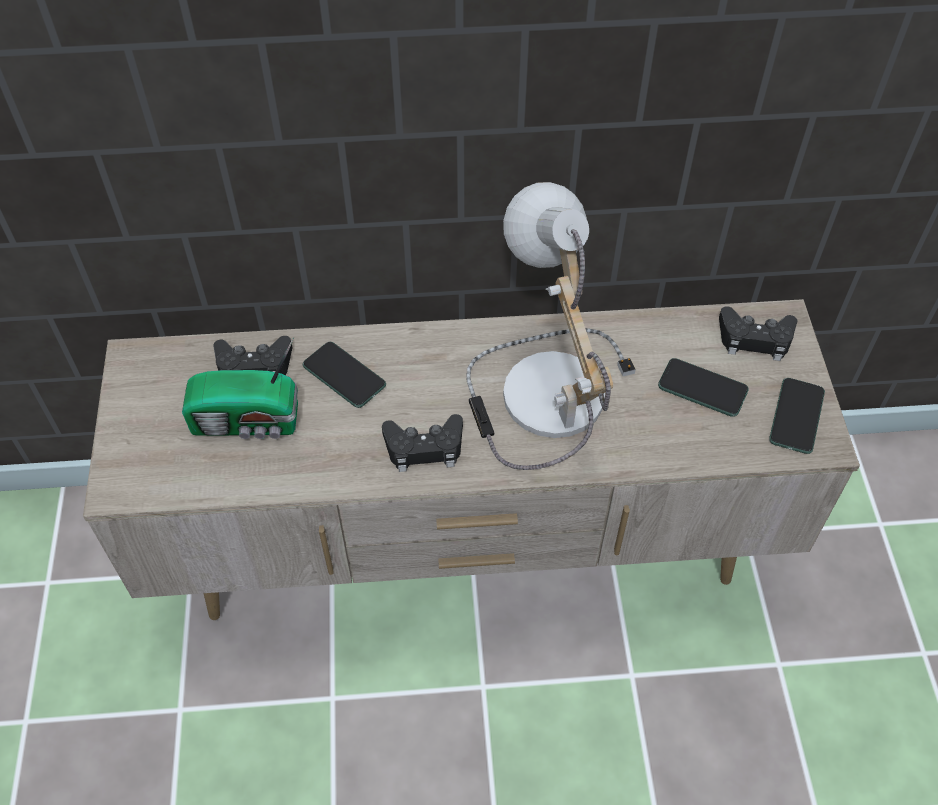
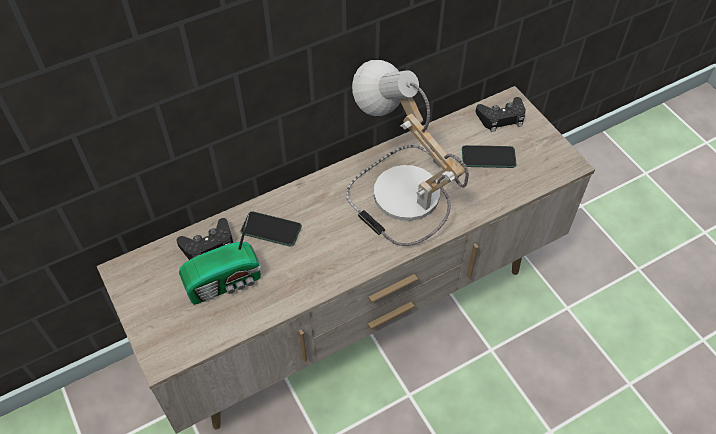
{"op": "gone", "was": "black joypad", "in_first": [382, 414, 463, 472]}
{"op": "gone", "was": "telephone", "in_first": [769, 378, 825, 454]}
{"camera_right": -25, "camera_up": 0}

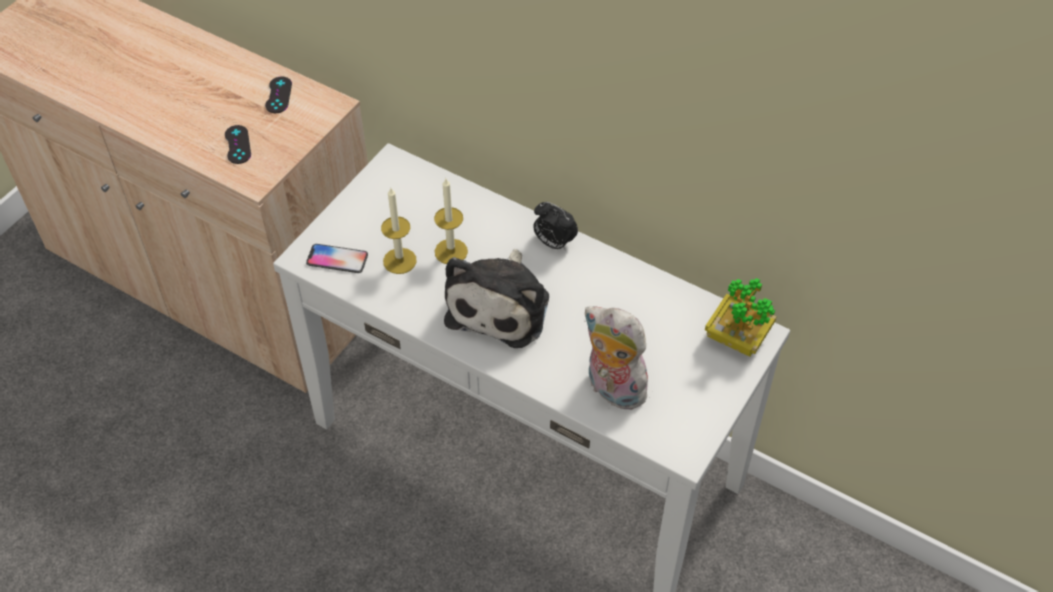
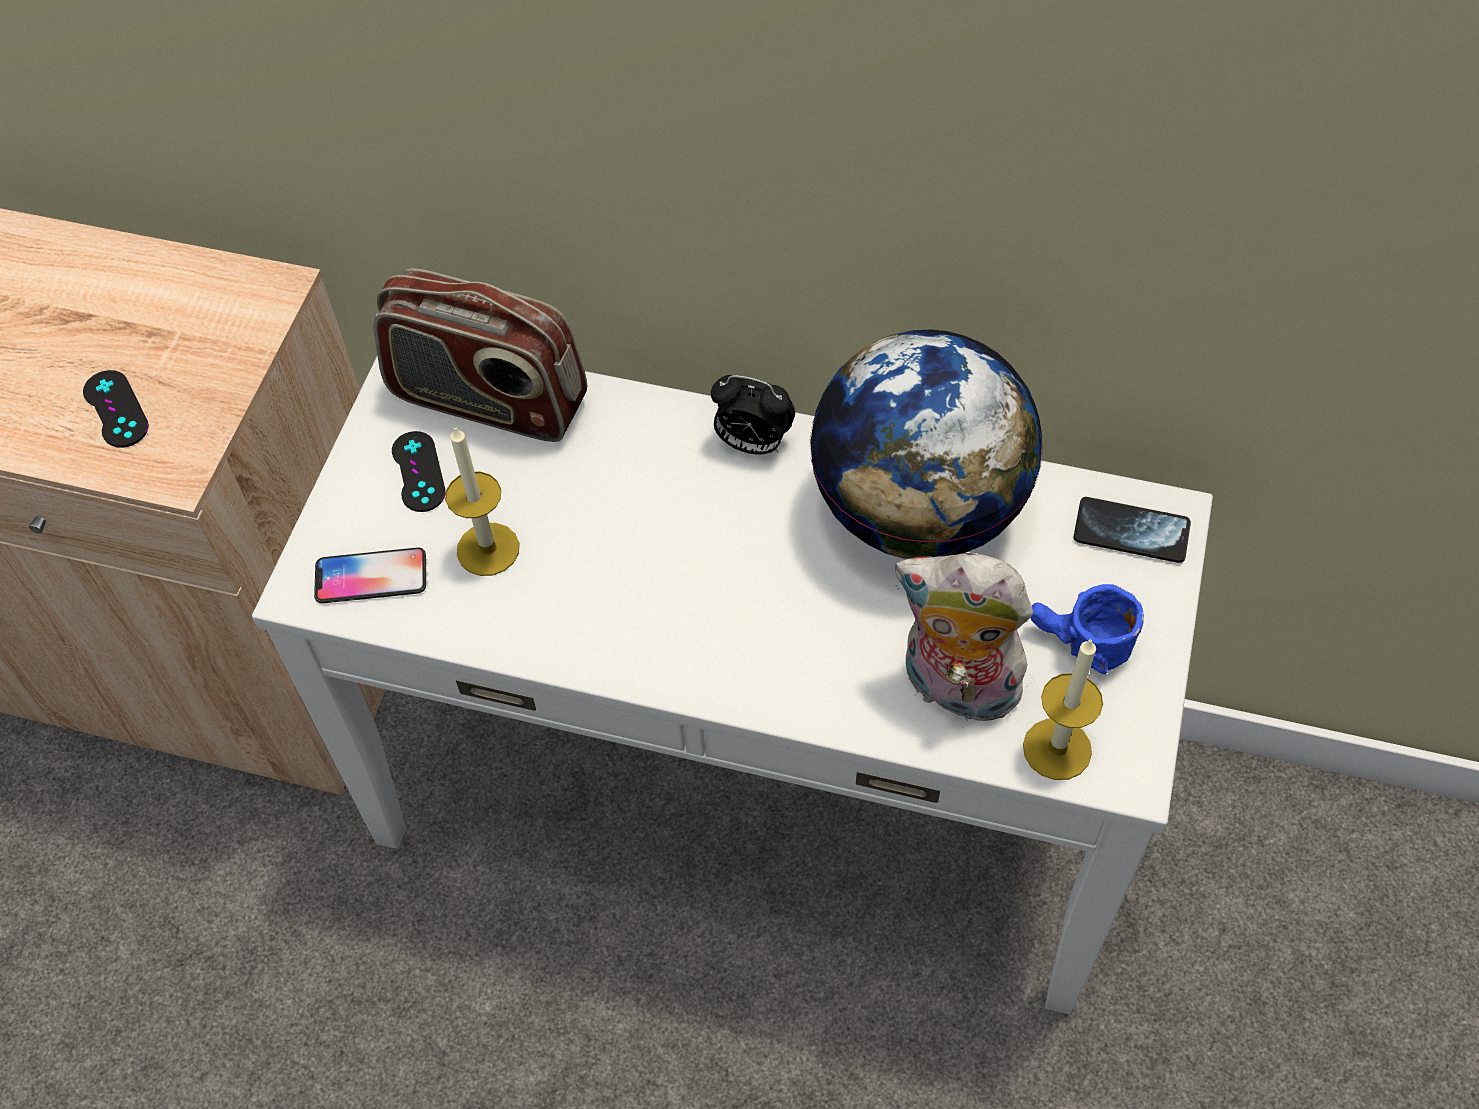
{"op": "new", "now": "radio", "in_second": [373, 268, 587, 442]}
{"op": "shifted", "was": "black joypad", "in_first": [265, 77, 292, 113], "in_second": [392, 431, 446, 512]}
{"op": "new", "now": "globe", "in_second": [809, 329, 1043, 559]}
{"op": "shifted", "was": "wax candle", "in_first": [434, 179, 468, 264], "in_second": [1023, 638, 1103, 780]}
{"op": "new", "now": "blue-coloured coffee mug", "in_second": [1031, 584, 1144, 674]}
{"op": "swapped", "was": "potted plant", "now": "telephone", "in_first": [705, 278, 776, 357], "in_second": [1074, 497, 1191, 563]}
{"op": "gone", "was": "plush toy", "in_first": [444, 249, 549, 348]}
{"camera_right": -15, "camera_up": 5}

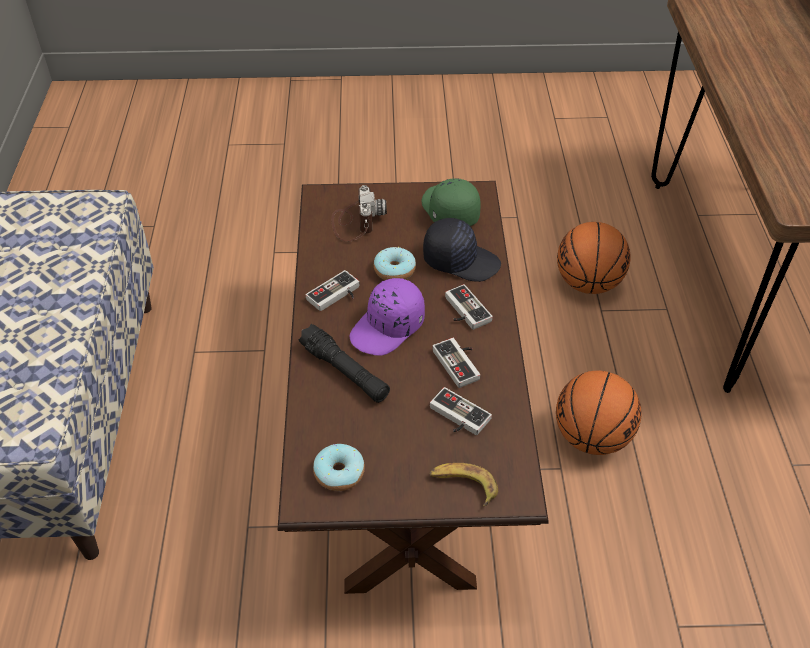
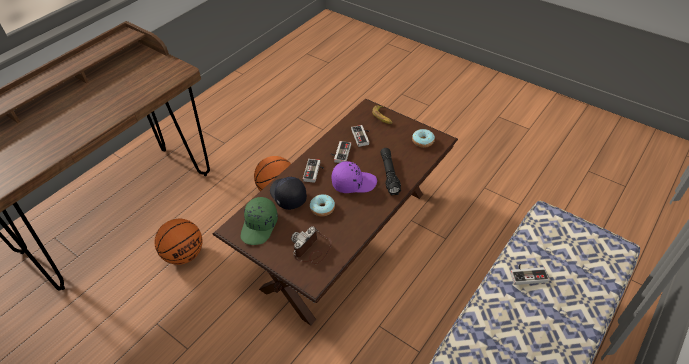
{"op": "shifted", "was": "joypad", "in_first": [306, 270, 360, 311], "in_second": [510, 264, 549, 285]}
{"camera_right": -140, "camera_up": 0}

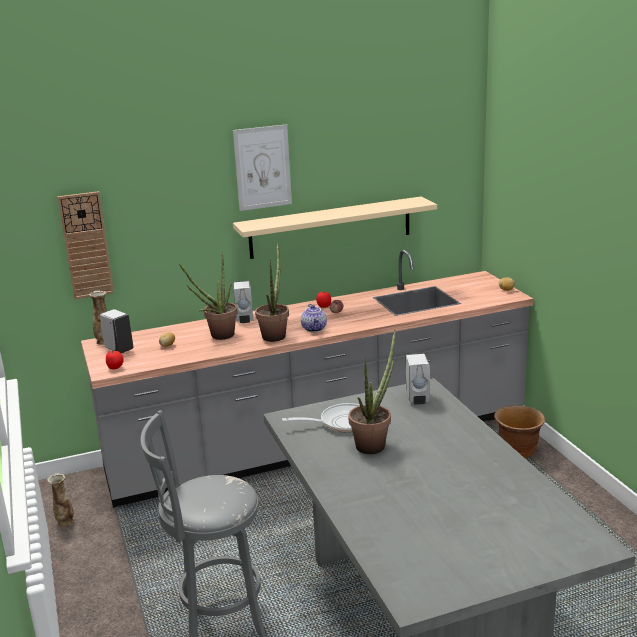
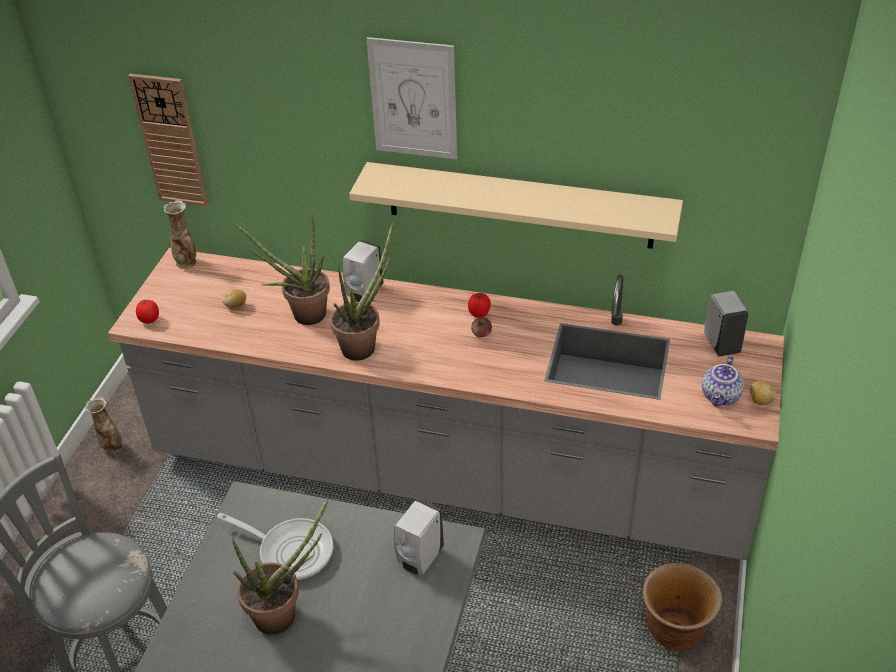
{"op": "shifted", "was": "teapot", "in_first": [301, 304, 327, 332], "in_second": [702, 355, 744, 407]}
{"op": "shifted", "was": "whitish soap bottle", "in_first": [100, 309, 133, 353], "in_second": [704, 291, 749, 356]}
{"camera_right": 35, "camera_up": 20}

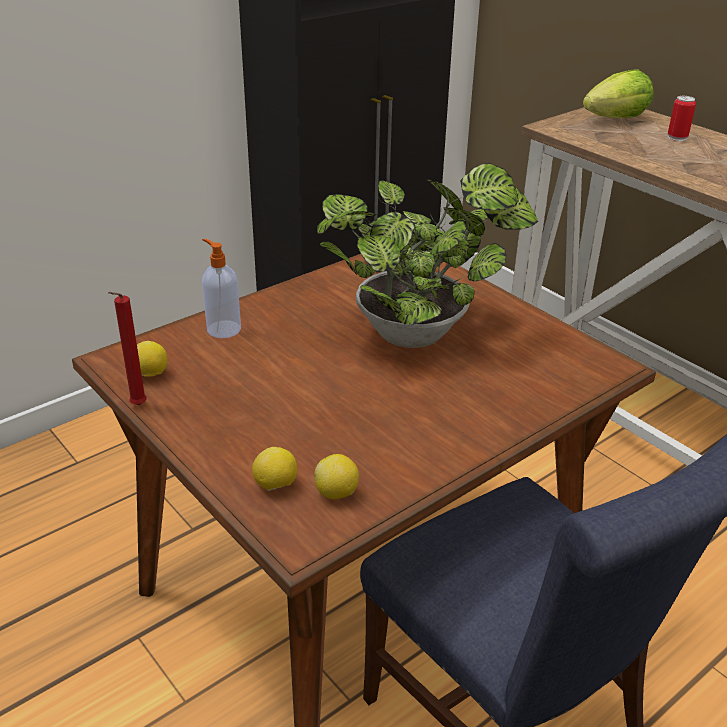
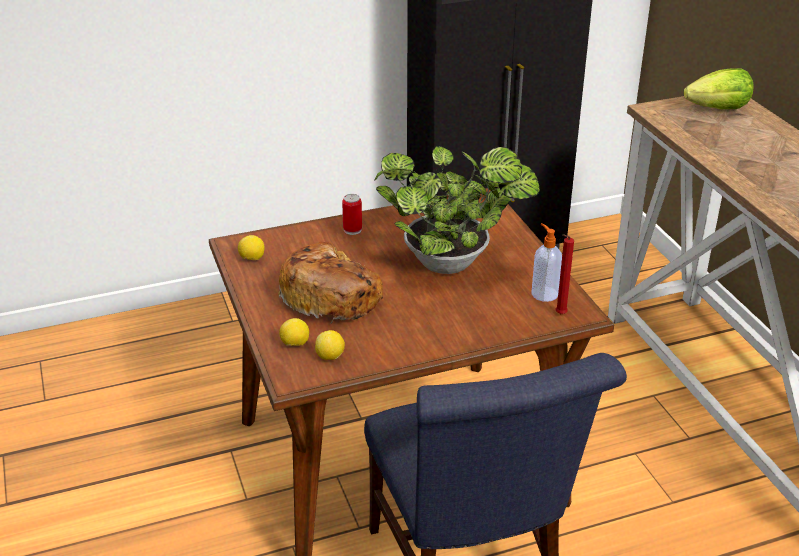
{"op": "new", "now": "bread", "in_second": [278, 242, 383, 324]}
{"op": "shifted", "was": "sealed can", "in_first": [668, 96, 696, 141], "in_second": [342, 194, 362, 235]}
{"op": "shifted", "was": "soap bottle", "in_first": [202, 239, 241, 338], "in_second": [532, 223, 562, 302]}
{"op": "shifted", "was": "red wax candle", "in_first": [108, 292, 147, 405], "in_second": [555, 234, 574, 314]}
{"camera_right": 20, "camera_up": 0}

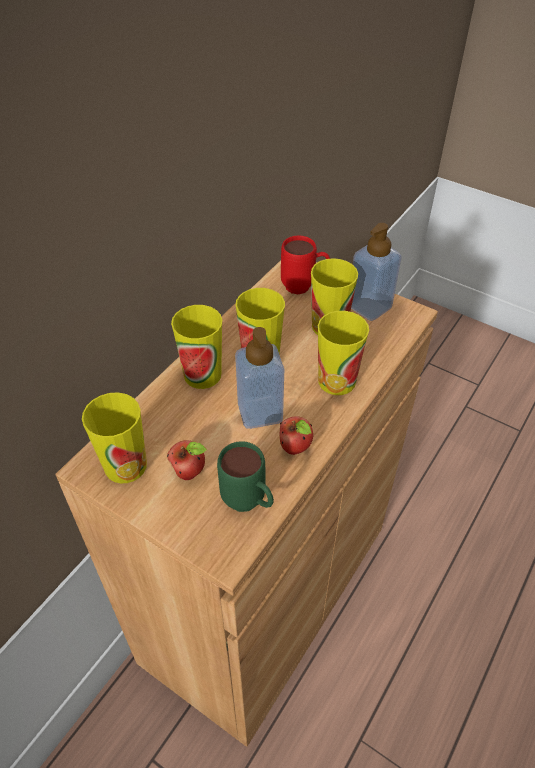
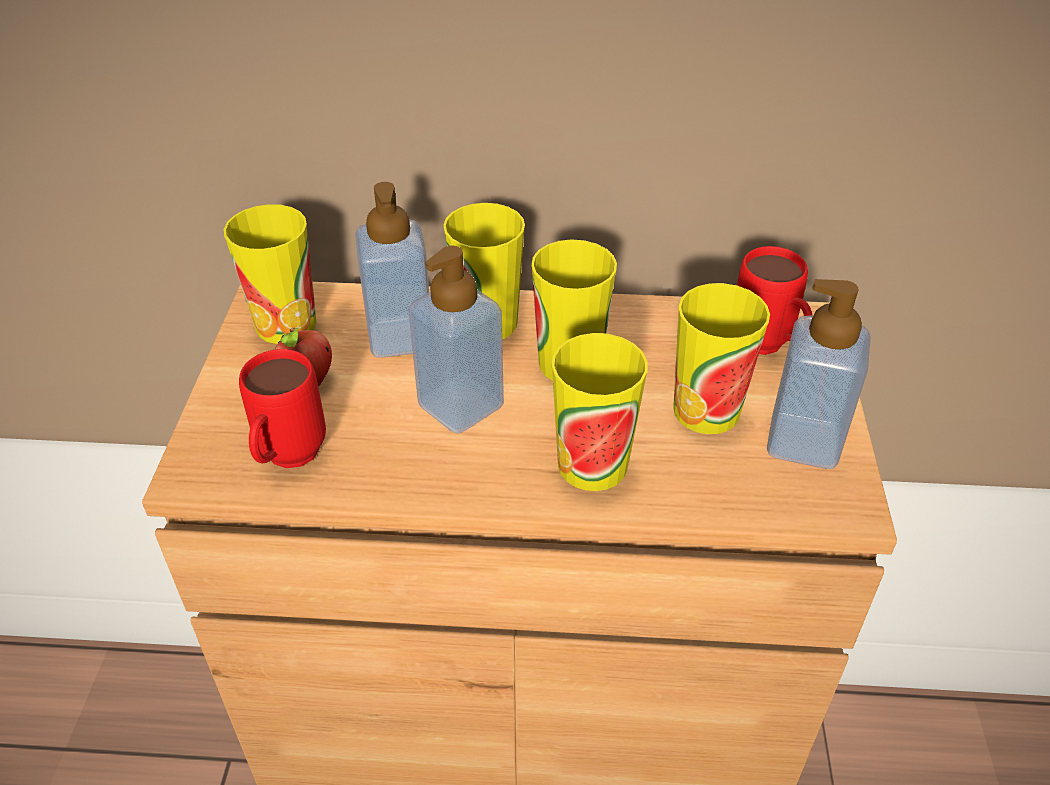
{"op": "repainted", "was": "green coffee mug", "now": "red coffee mug", "in_first": [217, 441, 274, 512], "in_second": [239, 349, 326, 468]}
{"op": "new", "now": "soap bottle", "in_second": [355, 182, 429, 358]}
{"op": "gone", "was": "apple", "in_first": [280, 416, 313, 455]}
{"camera_right": 60, "camera_up": -5}

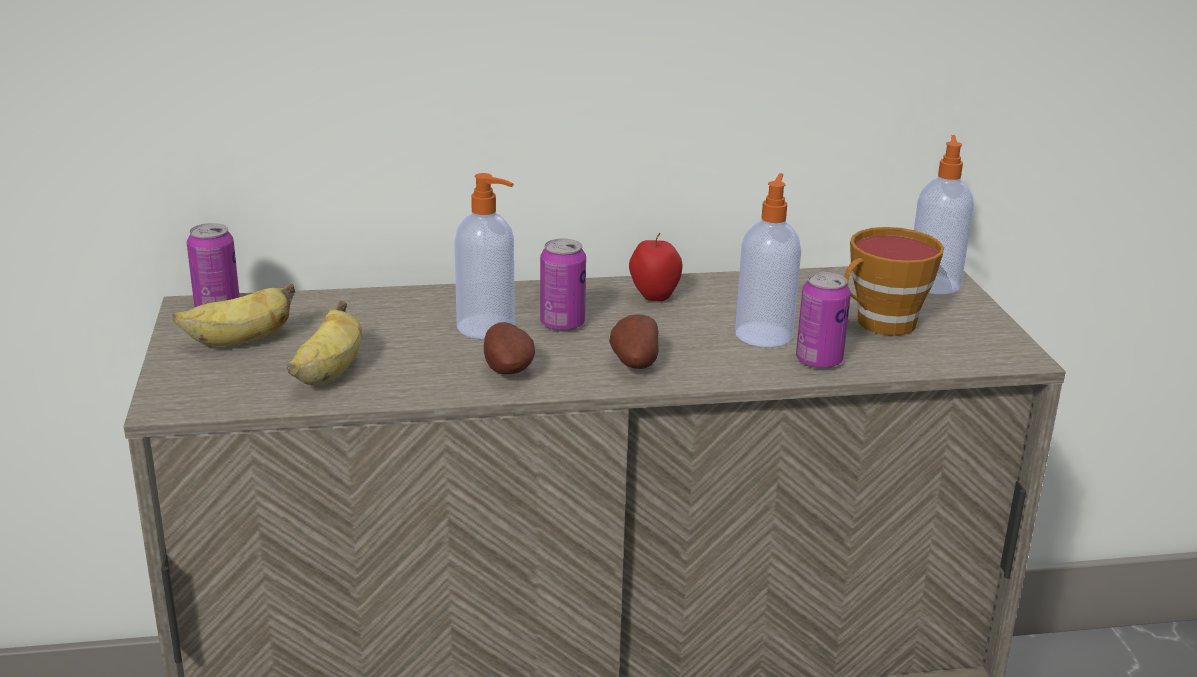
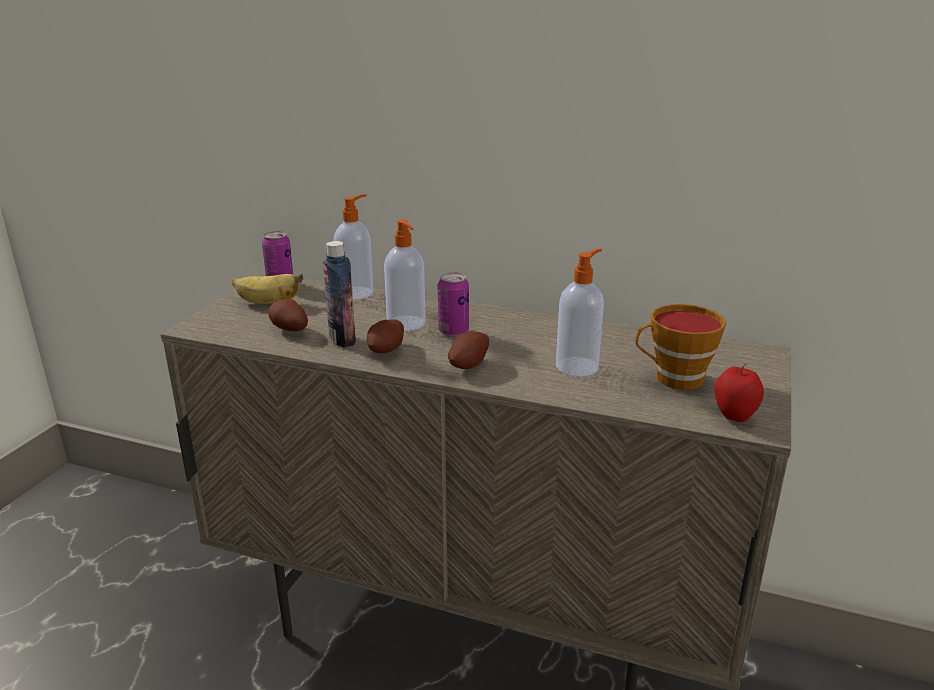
{"op": "swapped", "was": "banana", "now": "potato", "in_first": [287, 300, 362, 385], "in_second": [268, 299, 308, 331]}
{"op": "new", "now": "beverage bottle", "in_second": [323, 241, 356, 348]}
{"op": "shifted", "was": "soap bottle", "in_first": [914, 135, 974, 294], "in_second": [334, 194, 373, 300]}
{"op": "shifted", "was": "apple", "in_first": [629, 233, 682, 301], "in_second": [714, 363, 764, 422]}
{"op": "gone", "was": "sealed can", "in_first": [796, 272, 851, 369]}
{"camera_right": 30, "camera_up": 0}

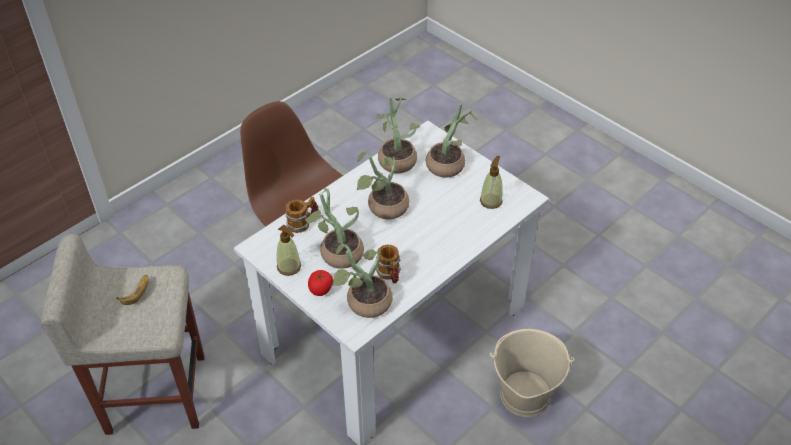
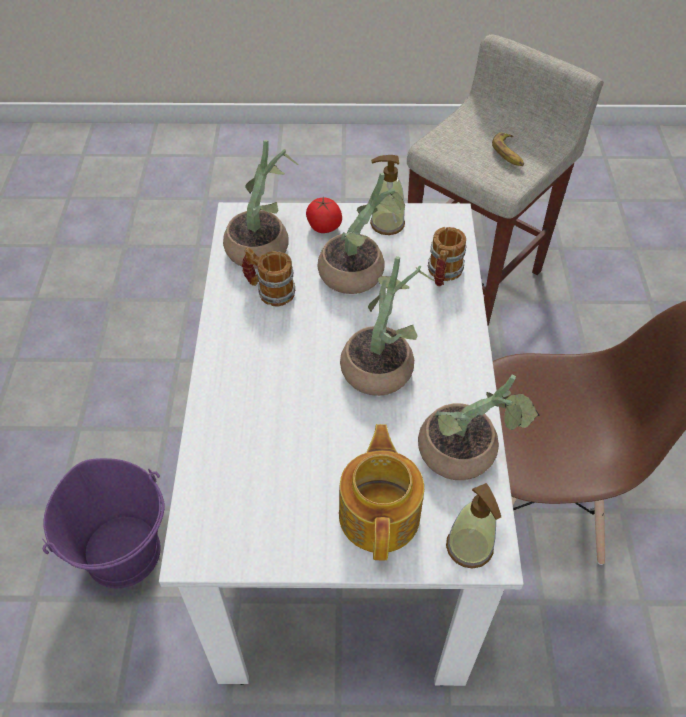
{"op": "repainted", "was": "beige bucket", "now": "purple bucket", "in_first": [490, 329, 575, 417], "in_second": [43, 458, 165, 588]}
{"op": "swapped", "was": "potted plant", "now": "teapot", "in_first": [426, 103, 477, 178], "in_second": [339, 424, 424, 560]}
{"op": "shifted", "was": "soap bottle", "in_first": [480, 156, 503, 209], "in_second": [446, 483, 501, 569]}
{"camera_right": 135, "camera_up": 5}

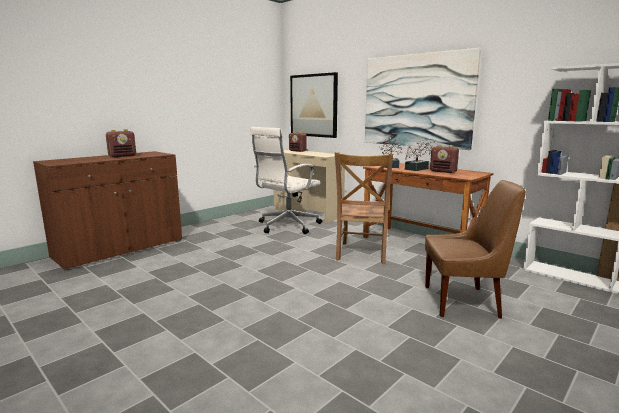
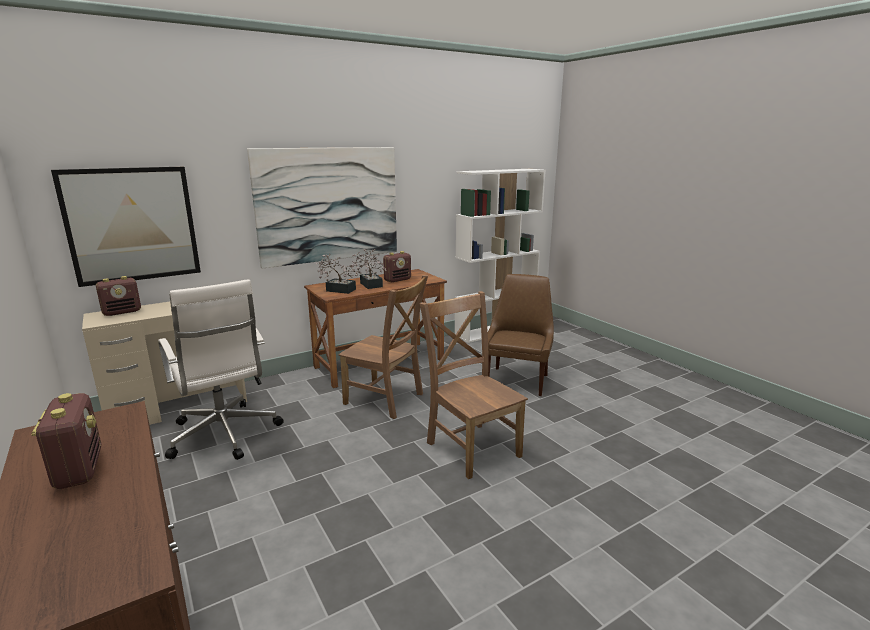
{"op": "new", "now": "brown-coloured plain chair", "in_second": [420, 291, 528, 479]}
{"camera_right": -75, "camera_up": 5}

